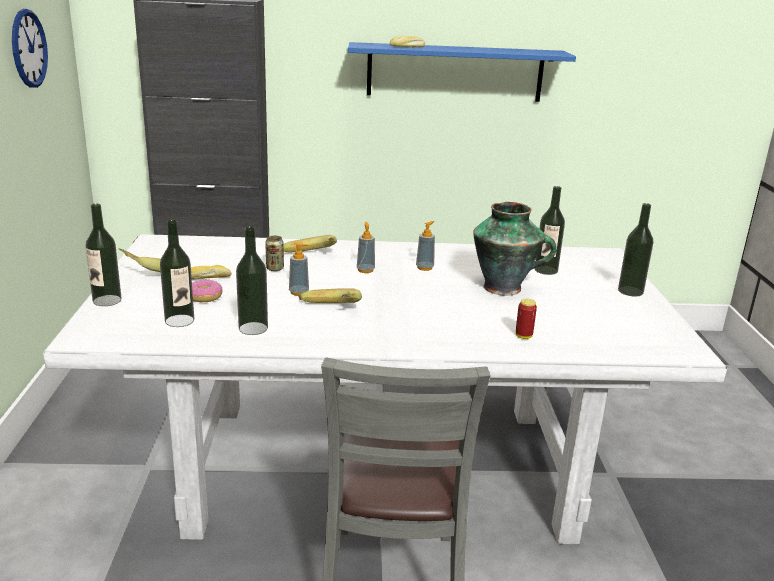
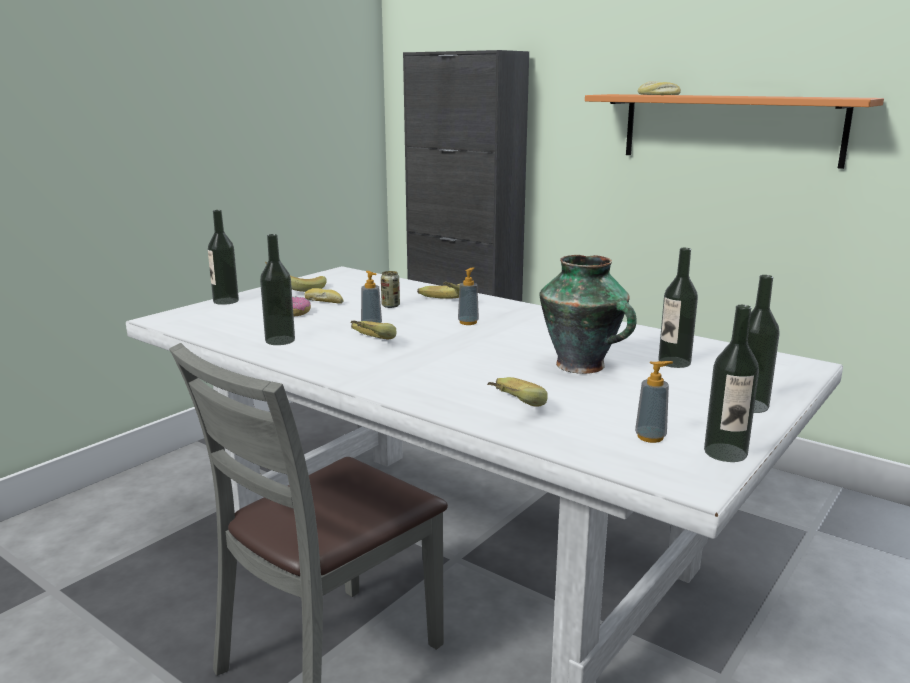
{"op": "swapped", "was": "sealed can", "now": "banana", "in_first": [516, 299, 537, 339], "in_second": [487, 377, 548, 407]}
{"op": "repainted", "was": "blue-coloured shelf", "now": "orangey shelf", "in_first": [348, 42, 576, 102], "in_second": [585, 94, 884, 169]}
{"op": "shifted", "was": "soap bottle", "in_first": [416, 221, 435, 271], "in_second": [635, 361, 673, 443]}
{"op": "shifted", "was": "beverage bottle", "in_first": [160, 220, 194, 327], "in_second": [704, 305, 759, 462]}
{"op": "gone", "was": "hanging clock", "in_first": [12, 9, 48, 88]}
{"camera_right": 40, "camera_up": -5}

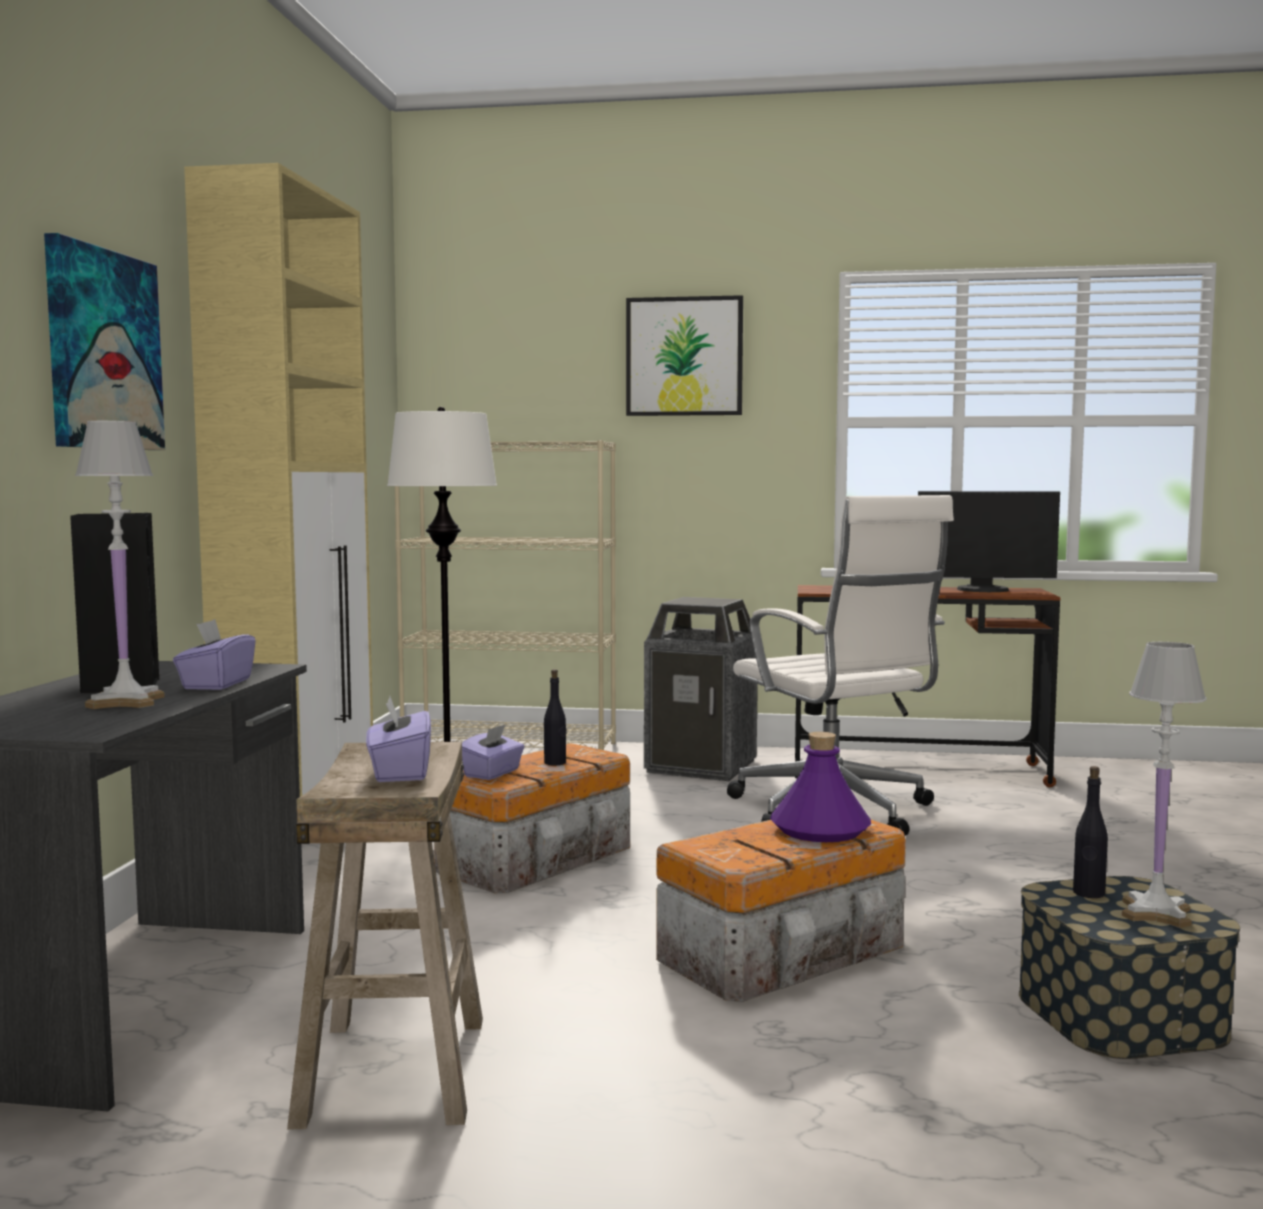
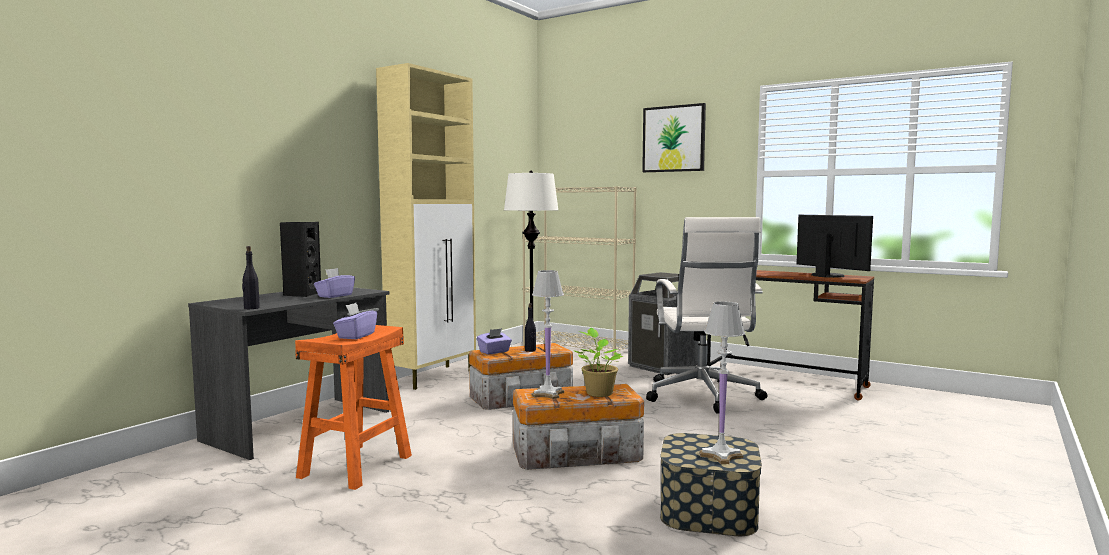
{"op": "shifted", "was": "black beverage bottle", "in_first": [1073, 766, 1108, 898], "in_second": [242, 246, 260, 309]}
{"op": "repainted", "was": "beige stool", "now": "orangey stool", "in_first": [287, 742, 483, 1130], "in_second": [295, 325, 412, 490]}
{"op": "shifted", "was": "whitish tabletop lamp", "in_first": [75, 421, 165, 709], "in_second": [532, 270, 564, 399]}
{"op": "swapped", "was": "purple beverage bottle", "now": "potted plant", "in_first": [770, 732, 871, 842], "in_second": [573, 328, 623, 397]}
{"op": "rotated", "was": "computer display", "in_first": [918, 491, 1060, 592], "in_second": [796, 215, 873, 278], "clockwise": -150}
{"op": "gone", "was": "wall picture", "in_first": [44, 233, 165, 450]}
{"camera_right": 25, "camera_up": 0}

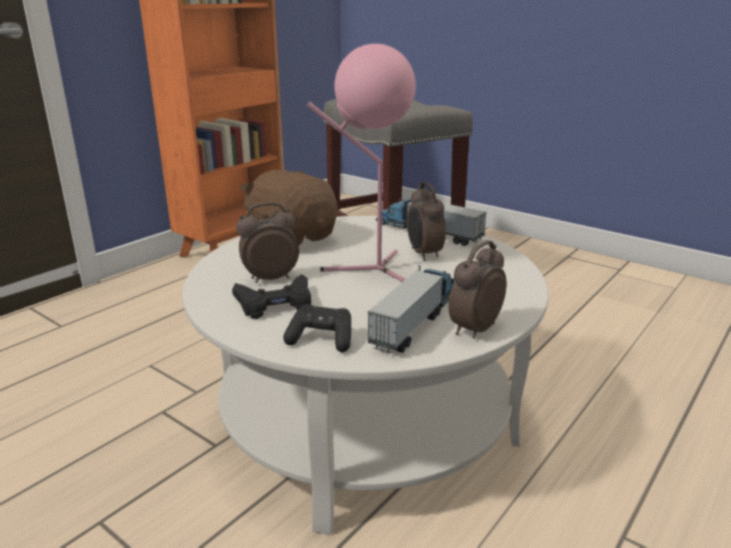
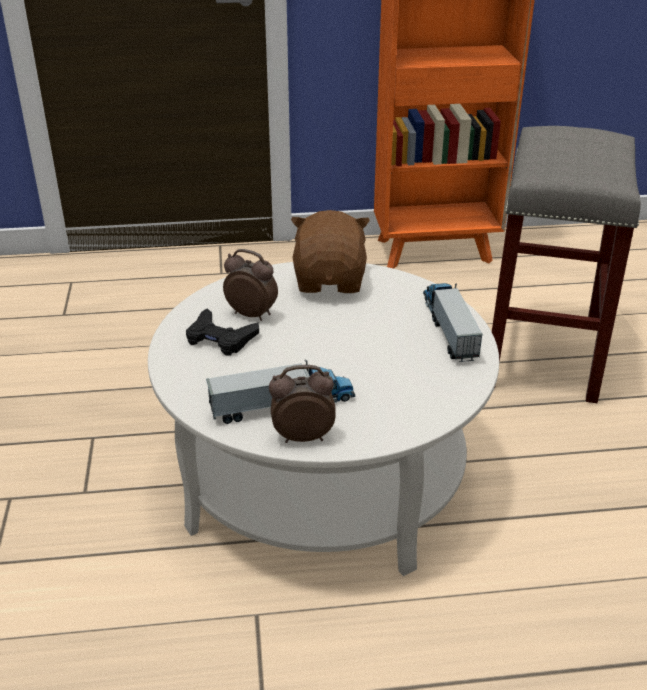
{"op": "gone", "was": "black joypad", "in_first": [283, 304, 351, 352]}
{"op": "gone", "was": "pink tabletop lamp", "in_first": [307, 44, 416, 282]}
{"op": "gone", "was": "alarm clock", "in_first": [407, 182, 446, 261]}
{"camera_right": 45, "camera_up": 10}

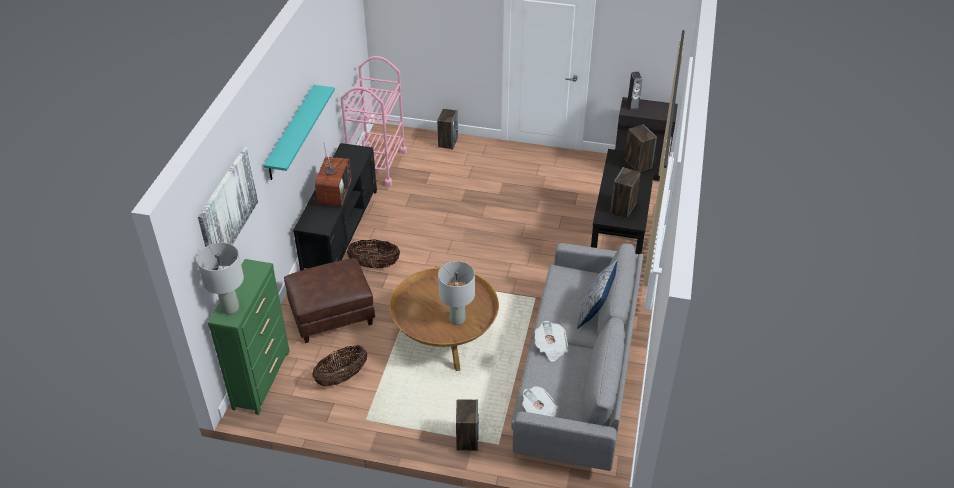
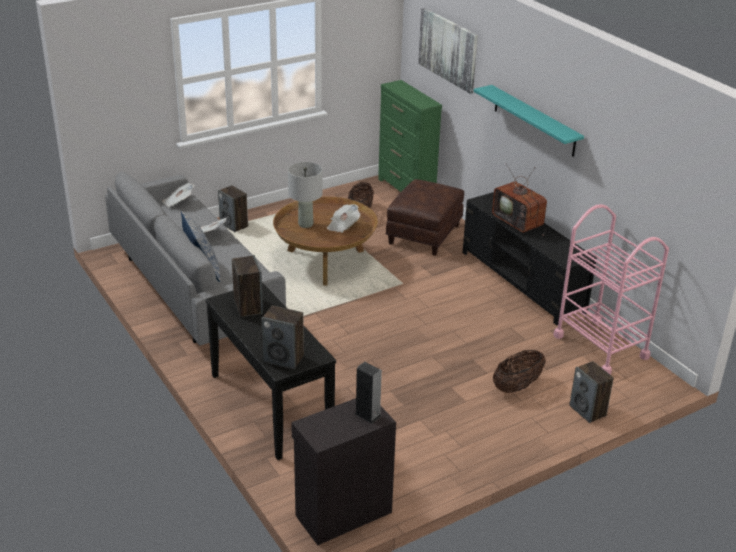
{"op": "new", "now": "printed paper", "in_second": [327, 204, 360, 233]}
{"op": "shifted", "was": "household basket", "in_first": [347, 239, 400, 268], "in_second": [493, 350, 546, 393]}
{"op": "gone", "was": "grey tabletop lamp", "in_first": [197, 243, 244, 315]}
{"camera_right": 135, "camera_up": -10}

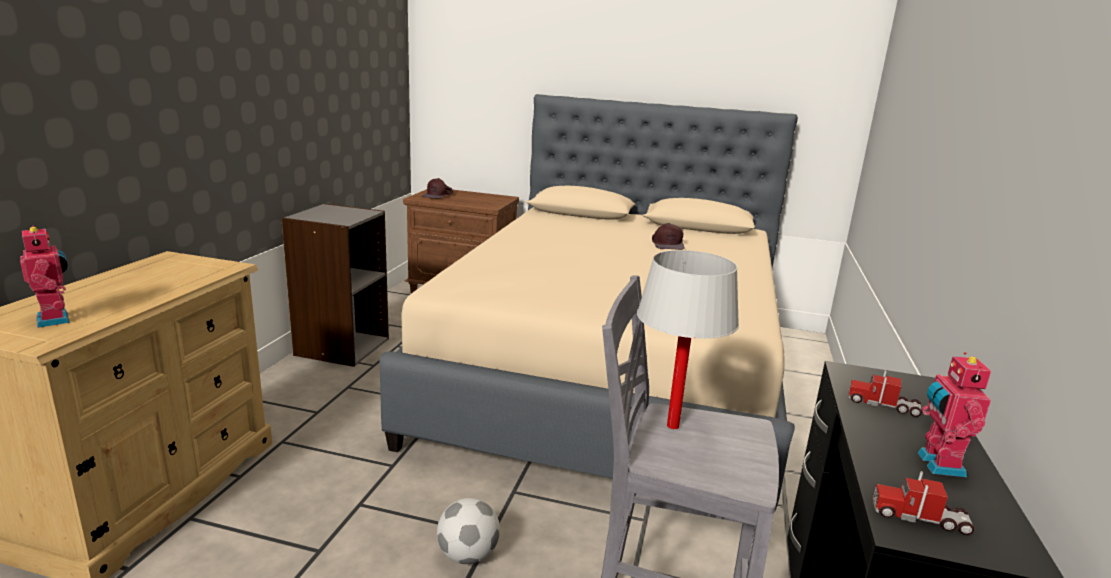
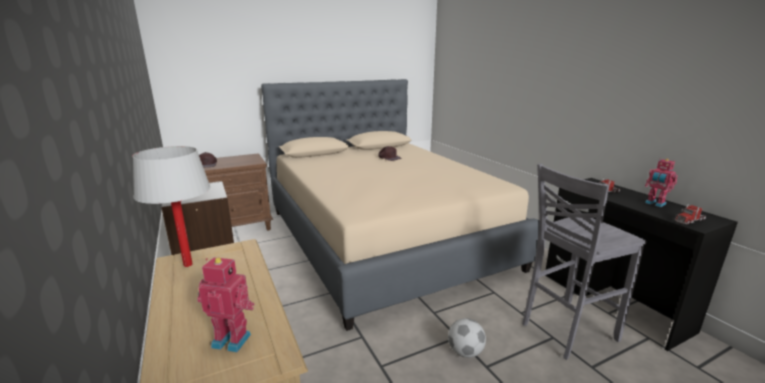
{"op": "shifted", "was": "whitish tabletop lamp", "in_first": [637, 250, 739, 429], "in_second": [132, 146, 211, 267]}
{"camera_right": -40, "camera_up": 0}

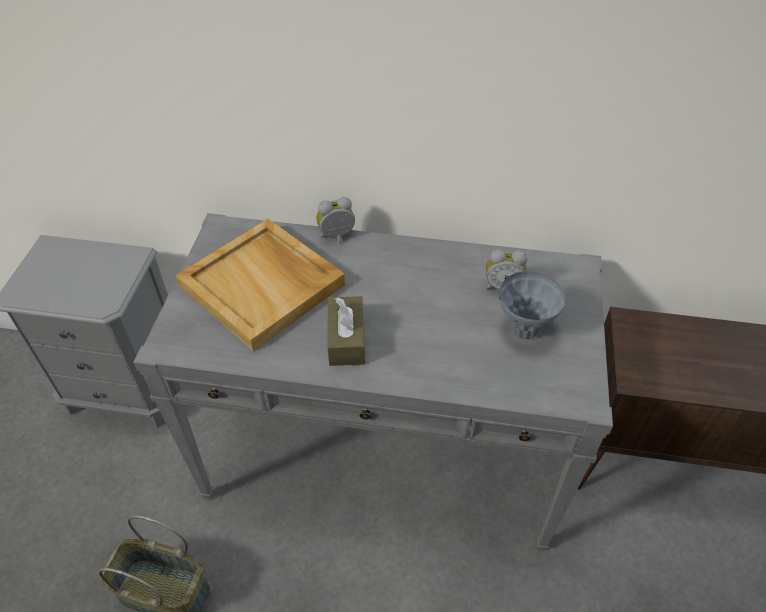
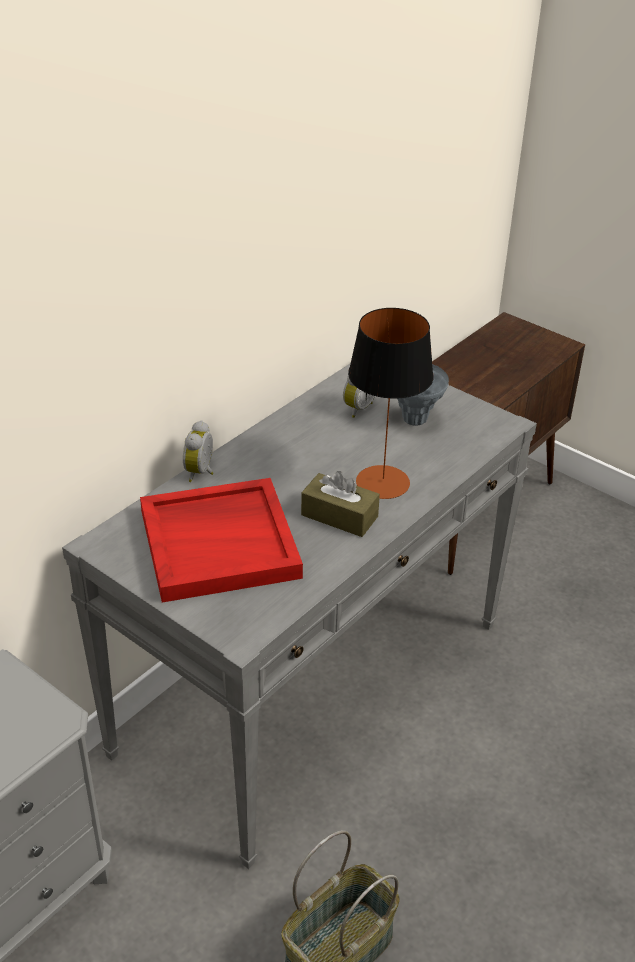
{"op": "repainted", "was": "beige tray", "now": "red tray", "in_first": [176, 219, 345, 351], "in_second": [140, 478, 303, 602]}
{"op": "new", "now": "tabletop lamp", "in_second": [348, 308, 434, 499]}
{"camera_right": -60, "camera_up": -10}

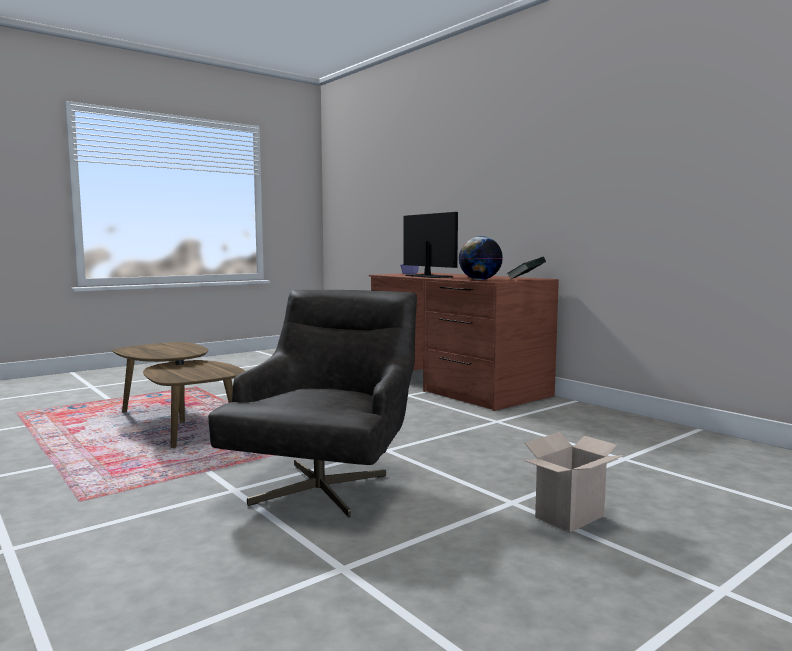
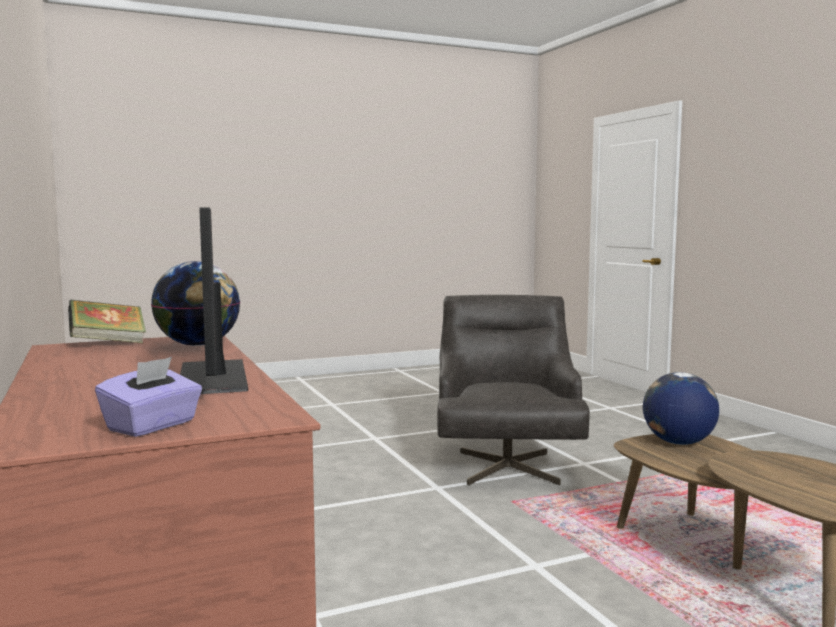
{"op": "rotated", "was": "grey armchair", "in_first": [208, 290, 417, 517], "in_second": [437, 295, 590, 485], "clockwise": 150}
{"op": "new", "now": "globe", "in_second": [643, 372, 719, 445]}
{"op": "gone", "was": "packing box", "in_first": [524, 432, 625, 532]}
{"camera_right": -165, "camera_up": 0}

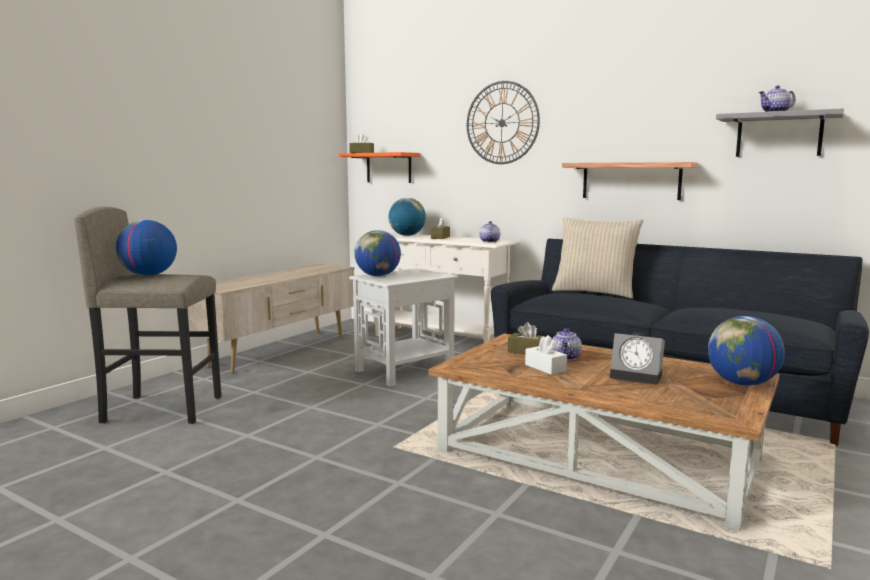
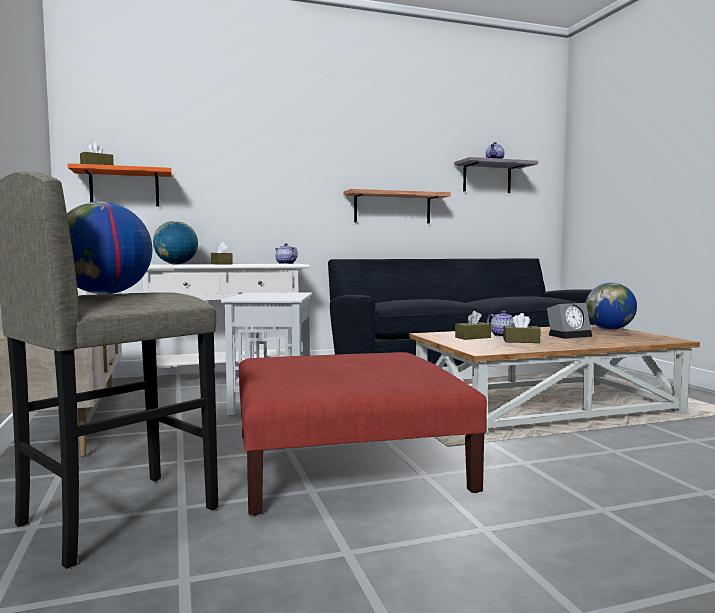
{"op": "new", "now": "red pouffe", "in_second": [239, 352, 487, 515]}
{"op": "repainted", "was": "whitish box of tissues", "now": "brown-coloured box of tissues", "in_first": [525, 335, 567, 375], "in_second": [503, 313, 540, 343]}
{"op": "gone", "was": "globe", "in_first": [354, 230, 401, 277]}
{"op": "gone", "was": "hanging clock", "in_first": [467, 81, 540, 164]}
{"op": "gone", "was": "beige pillow", "in_first": [552, 217, 643, 299]}
{"camera_right": -50, "camera_up": -5}

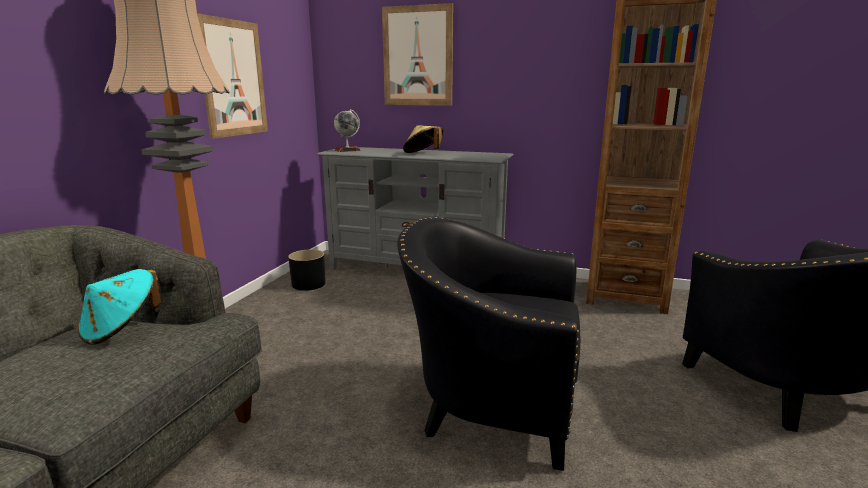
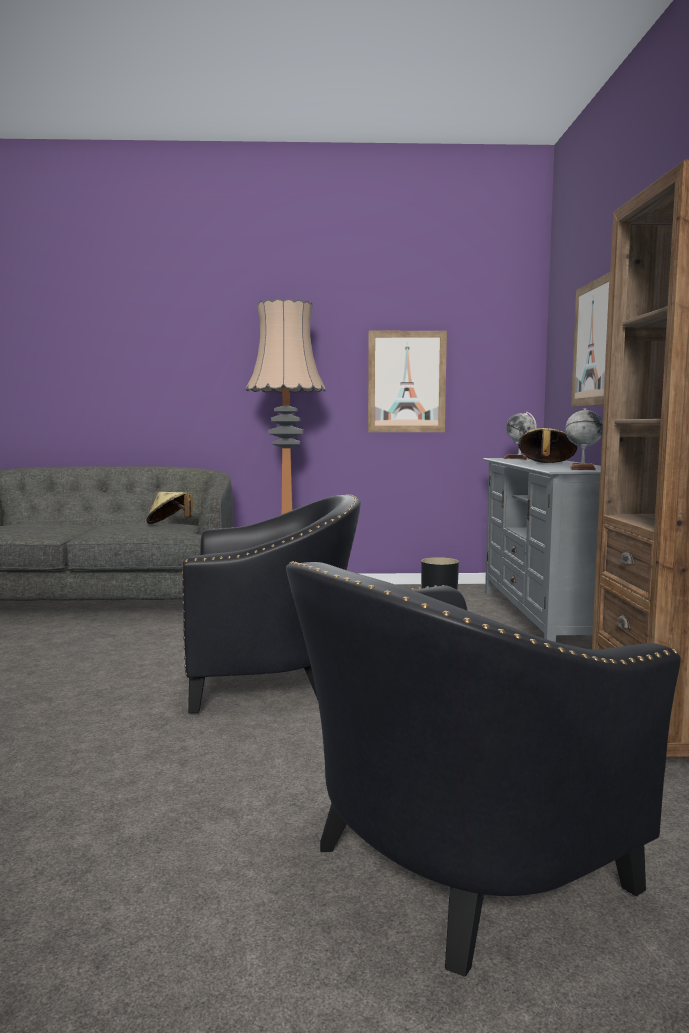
{"op": "repainted", "was": "turquoise hat", "now": "beige hat", "in_first": [78, 269, 163, 345], "in_second": [146, 492, 193, 524]}
{"op": "rotated", "was": "black armchair", "in_first": [397, 217, 580, 471], "in_second": [182, 494, 361, 713], "clockwise": 90}
{"op": "new", "now": "globe", "in_second": [565, 408, 603, 470]}
{"camera_right": 70, "camera_up": -10}

